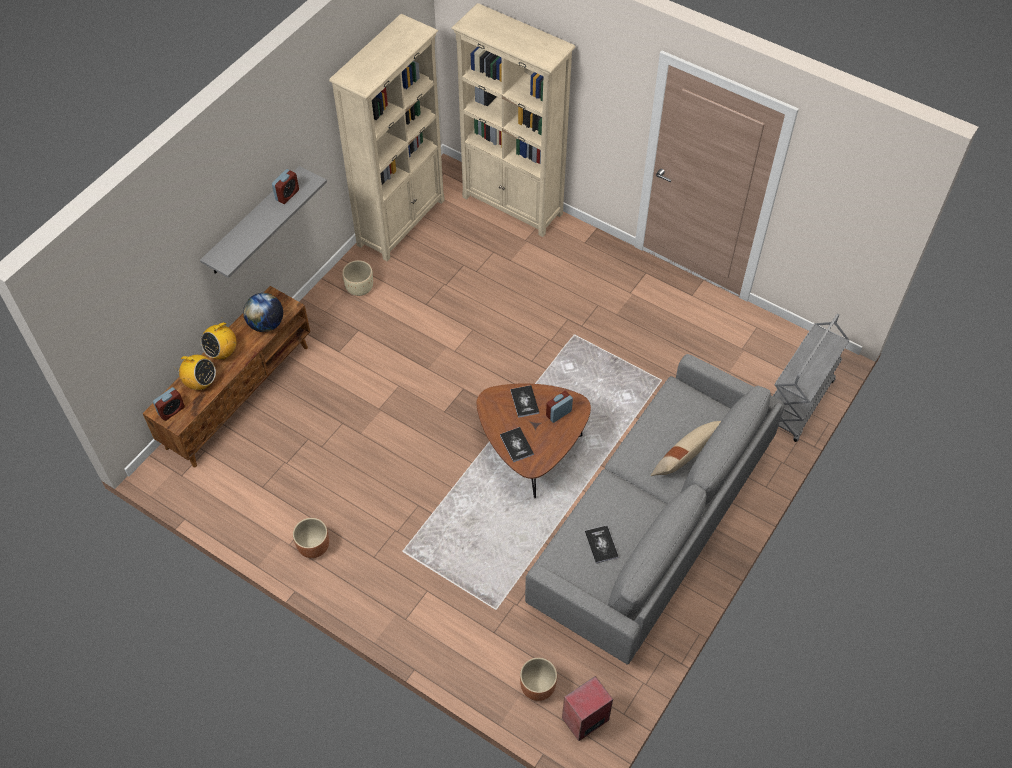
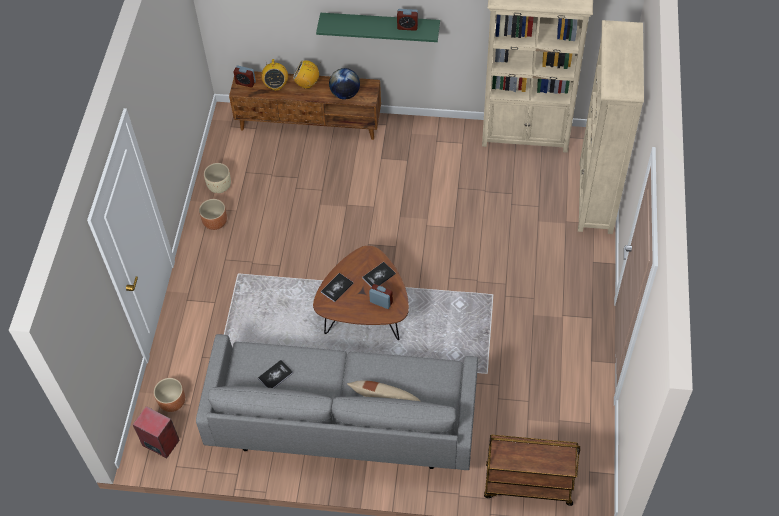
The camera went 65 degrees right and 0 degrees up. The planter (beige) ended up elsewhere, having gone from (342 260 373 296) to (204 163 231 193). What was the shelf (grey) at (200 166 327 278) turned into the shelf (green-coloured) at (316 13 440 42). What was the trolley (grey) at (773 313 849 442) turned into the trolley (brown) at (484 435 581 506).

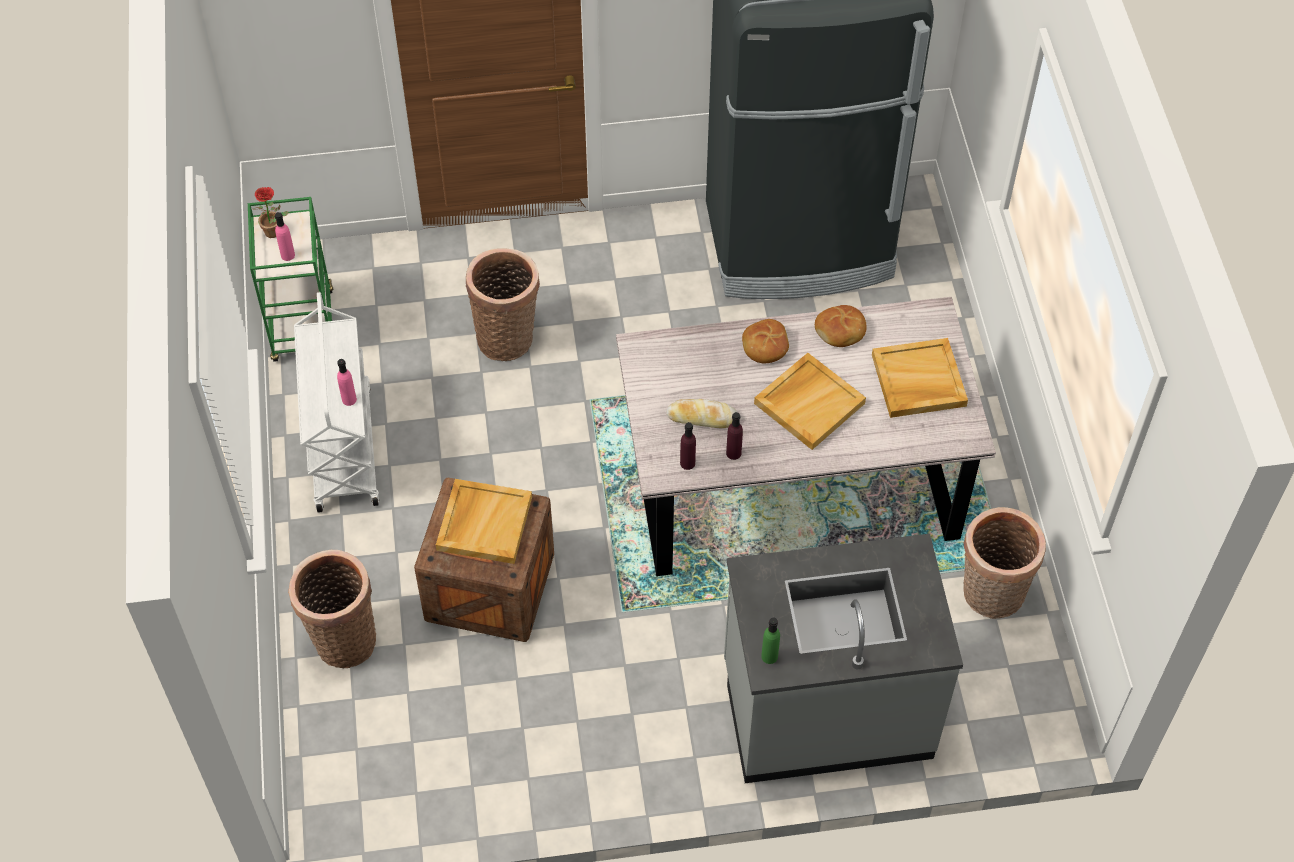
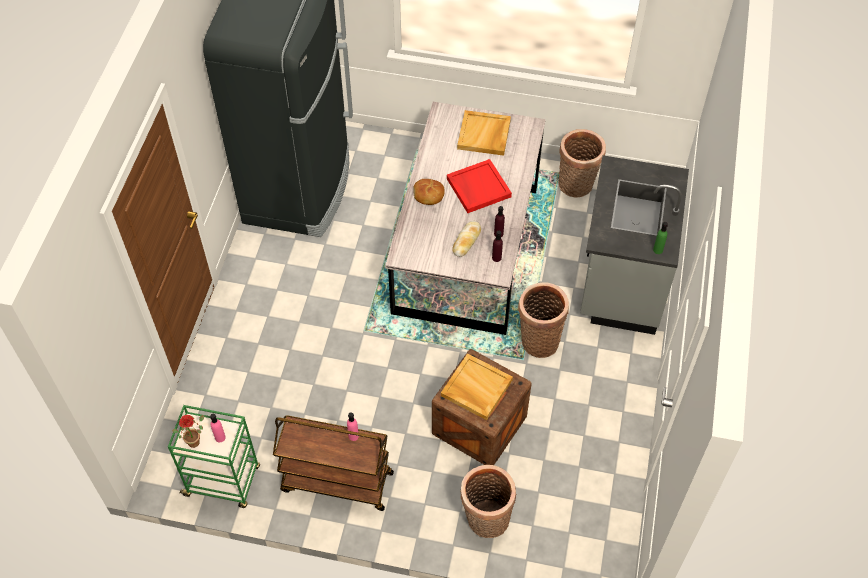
The camera went 70 degrees left and 0 degrees up. The second view lost the bakery bread at (815 305 867 347). The basket ended up elsewhere, having gone from (466 248 540 361) to (518 282 569 358). What was the trolley (white-coloured) at (294 292 379 513) turned into the trolley (brown) at (273 415 394 511). What was the serving tray (beige) at (754 353 866 450) turned into the serving tray (red) at (447 159 512 213).

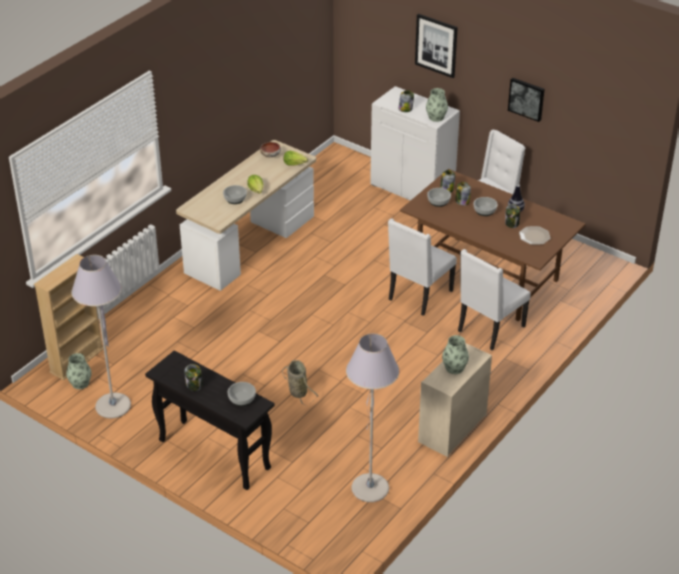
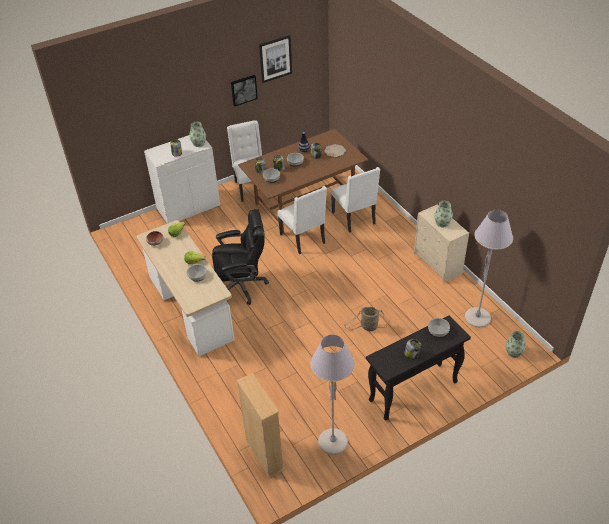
The camera went 65 degrees left and 5 degrees up. The second view gained the computer chair (black-coloured) at (212 209 269 305). The decorative vase ended up elsewhere, having gone from (66 353 91 389) to (506 331 526 358). The wall picture ended up elsewhere, having gone from (415 14 458 78) to (259 35 292 83).

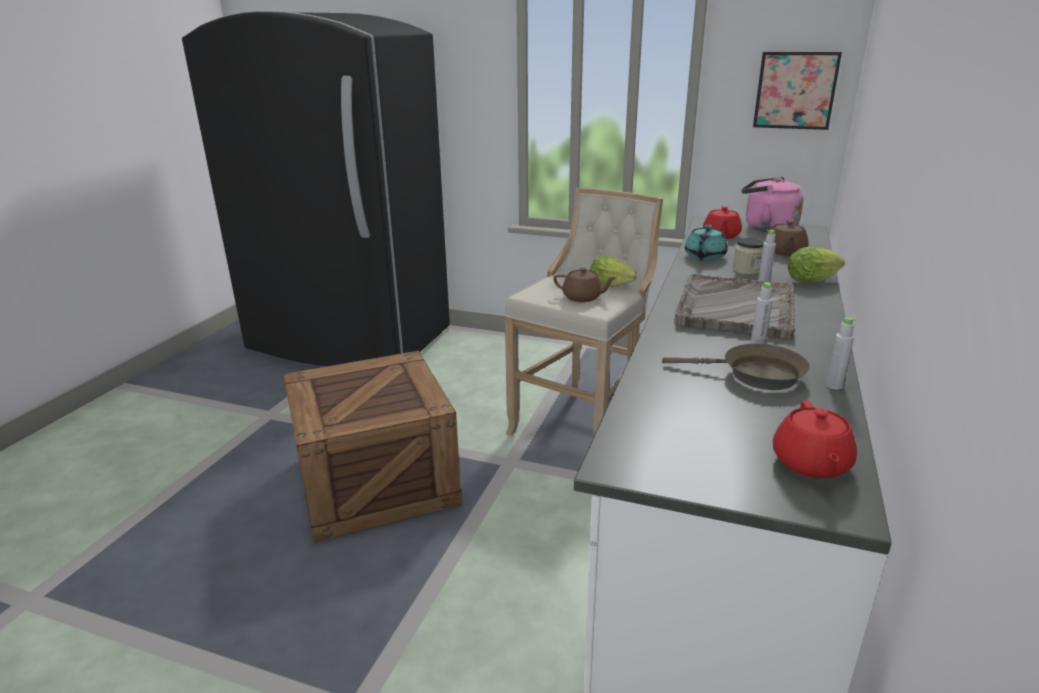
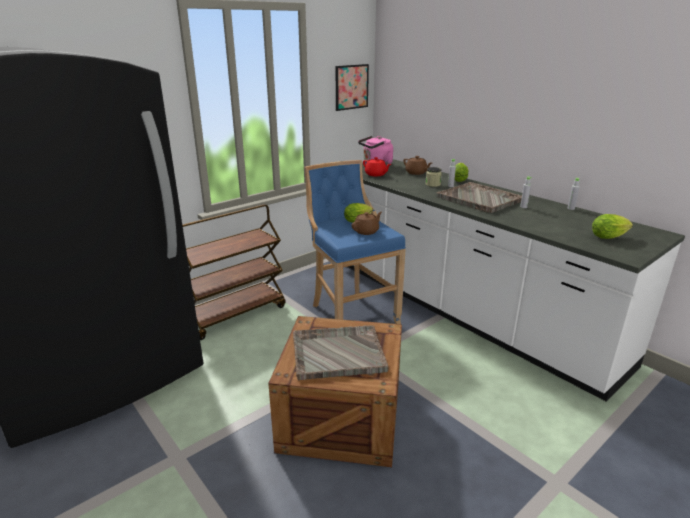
The camera went 60 degrees left and 0 degrees up. The second view lost the frying pan (brown) at (662 344 810 390). The second view lost the teapot (turquoise) at (685 225 728 261). The second view lost the teapot (red) at (773 400 857 479). The second view gained the trolley (brown) at (182 204 285 340). The second view gained the serving tray (grey) at (293 325 389 381). The second view gained the head of lettuce at (592 214 633 239). What was the stool (beige) at (505 188 663 437) turned into the stool (blue) at (304 160 406 324).

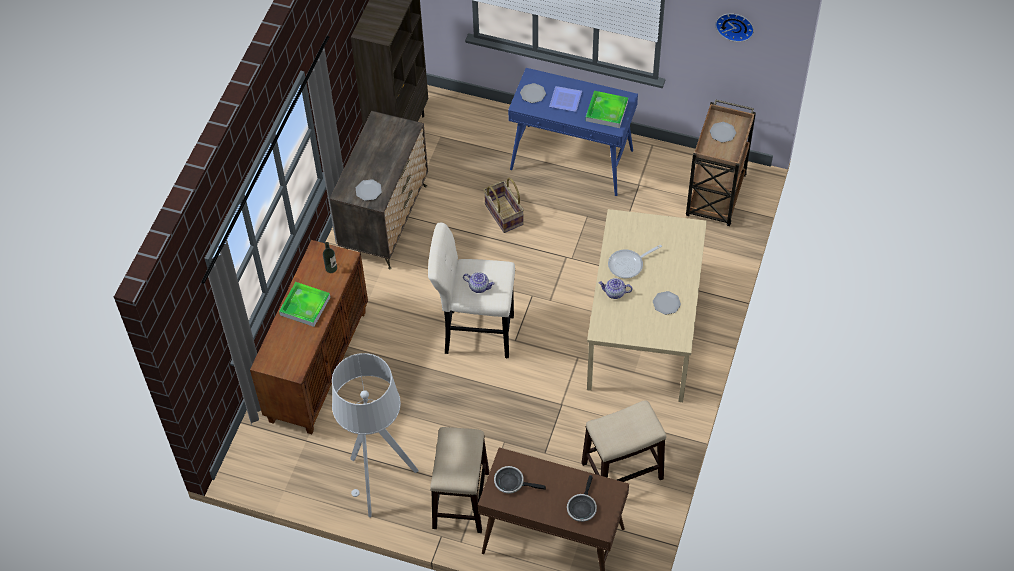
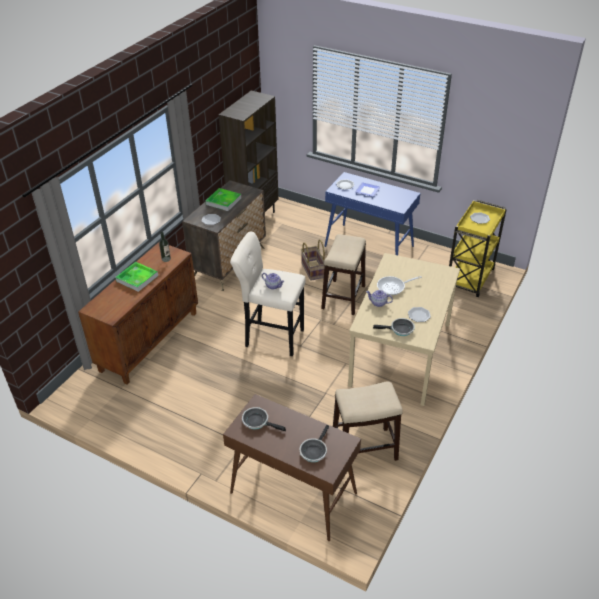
The camera went 10 degrees right and 15 degrees down. The second view lost the floor lamp (grey) at (332 353 419 517). The second view lost the hanging clock at (715 13 754 42). The second view gained the frying pan at (373 318 415 336). The stool ended up elsewhere, having gone from (430 427 489 533) to (321 234 366 315). The serving tray ended up elsewhere, having gone from (586 91 628 128) to (205 188 241 211). What was the trolley (brown) at (686 99 756 226) turned into the trolley (yellow) at (449 200 507 297).

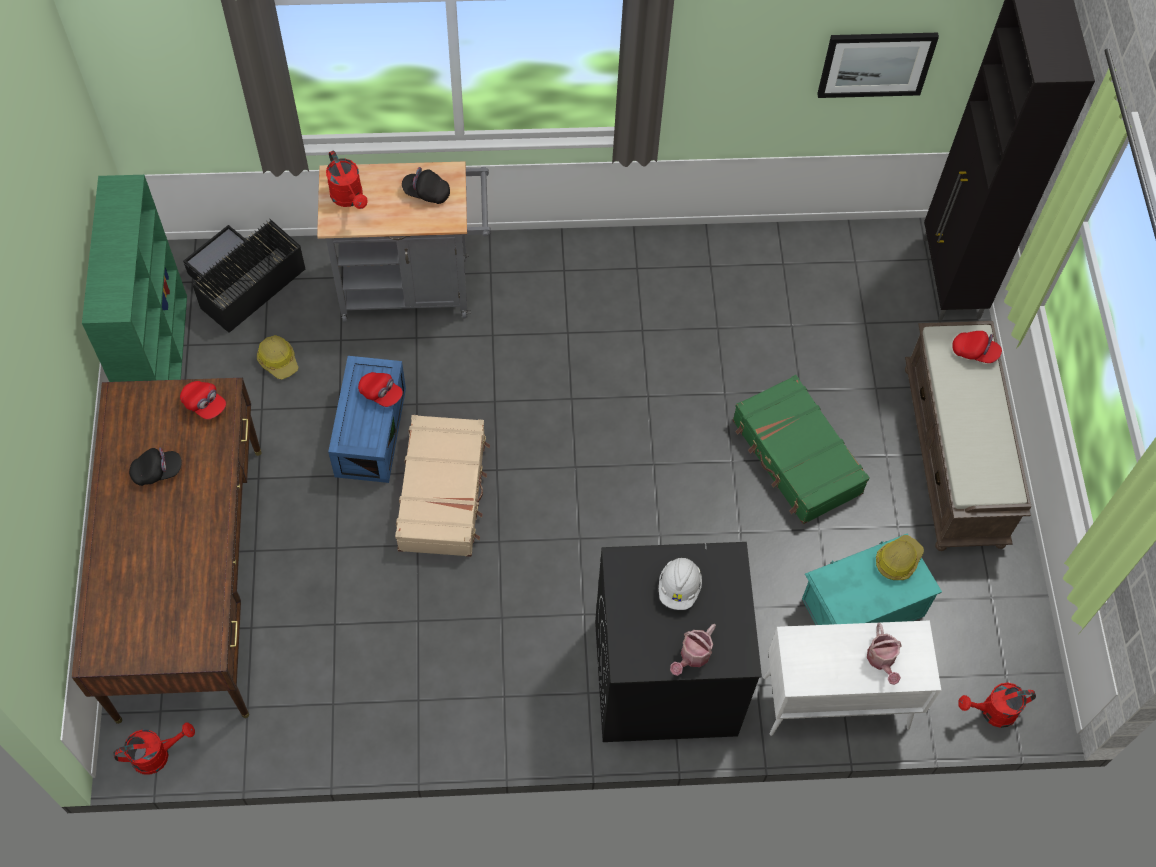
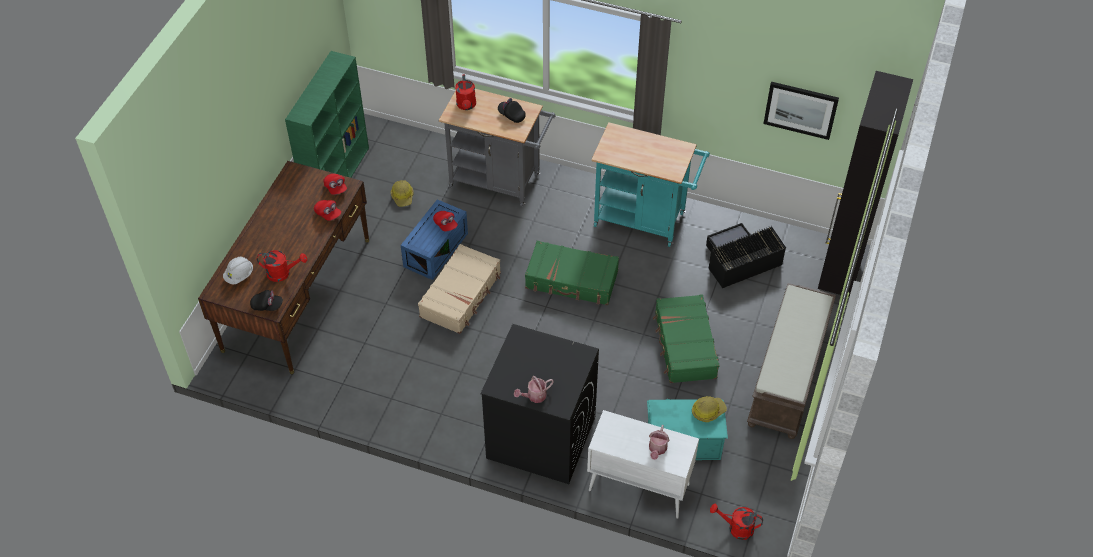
The camera went 25 degrees right and 10 degrees down. The second view gained the piece of luggage (green-coloured) at (525 241 619 305). The second view gained the trolley (turquoise) at (591 122 710 247). The watering pot (red) ended up elsewhere, having gone from (114 722 195 775) to (257 250 307 282). The cap (black-coloured) ended up elsewhere, having gone from (129 447 182 486) to (250 290 283 311). The storage container (black-coloured) ended up elsewhere, having gone from (183 218 305 333) to (706 223 786 288). The work helmet (white-coloured) ended up elsewhere, having gone from (659 558 702 610) to (223 256 253 284). The cap (red) ended up elsewhere, having gone from (952 331 1002 363) to (314 200 341 221).

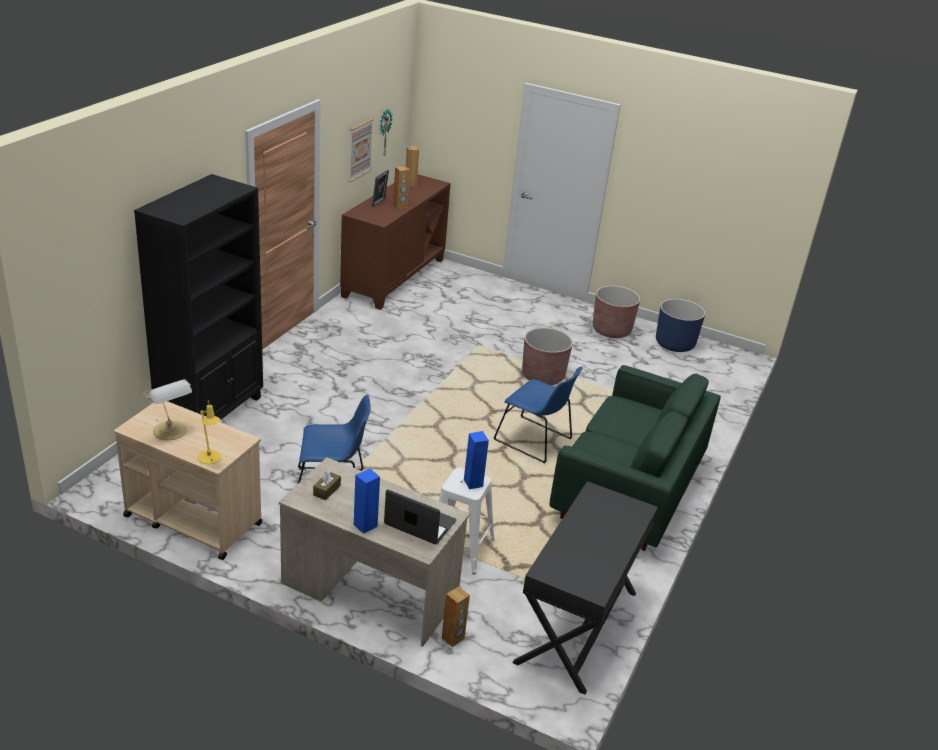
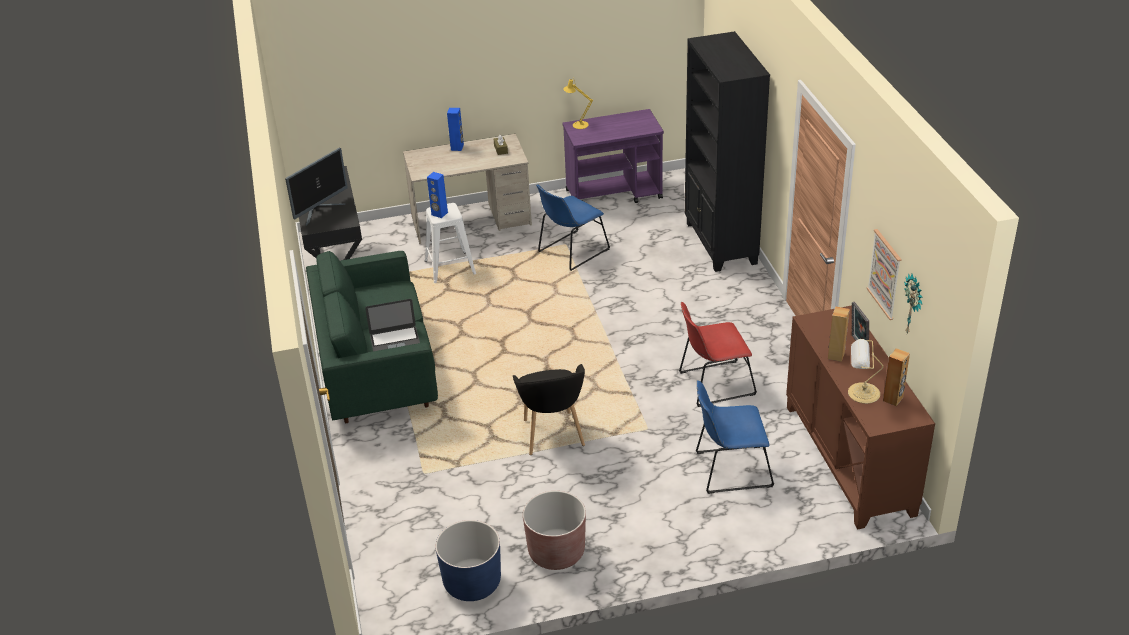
The camera went 145 degrees right and 5 degrees up. The second view lost the loudspeaker (brown) at (442 586 470 647). The second view gained the computer display at (285 147 348 225). The second view gained the upright chair (red) at (679 302 757 407). The table lamp ended up elsewhere, having gone from (143 379 192 440) to (848 339 883 404). The laptop ended up elsewhere, having gone from (384 489 456 544) to (365 299 420 351). The upright chair (blue) ended up elsewhere, having gone from (494 366 583 463) to (696 380 774 494). Where the planter (brown) stood at (522 327 573 385), the lounge chair (black-coloured) came to stand at (513 364 585 455). What was the trolley (beige) at (114 401 262 560) turned into the trolley (purplish) at (563 109 664 203).

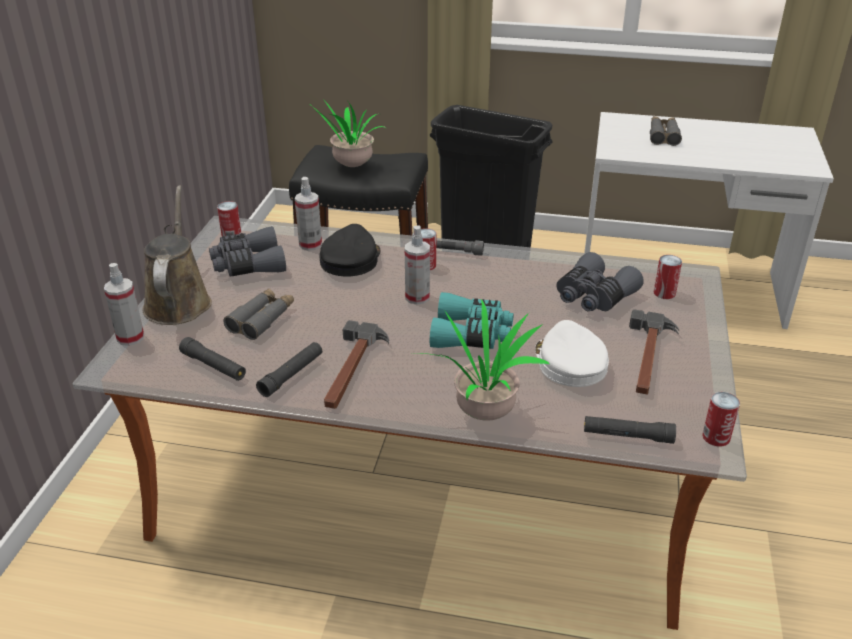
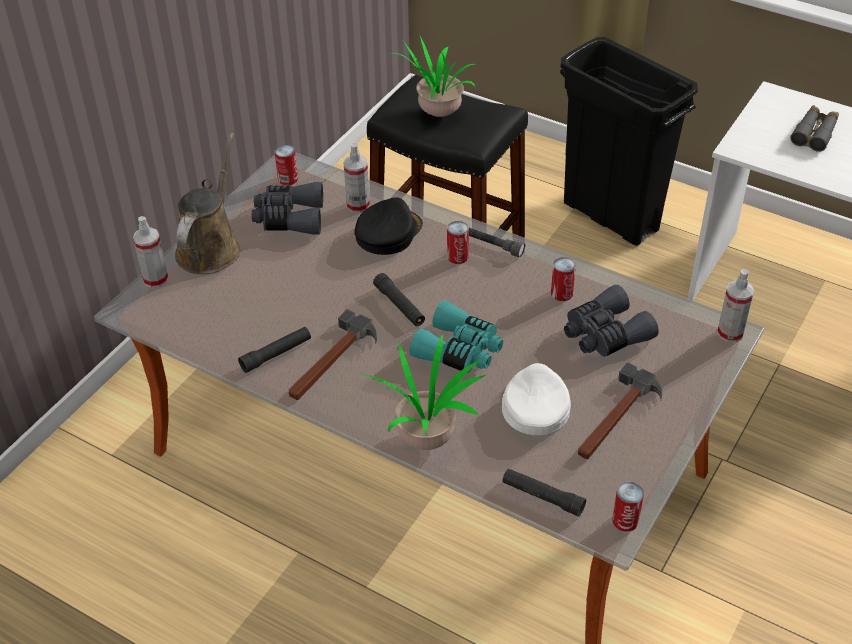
The camera went 20 degrees right and 10 degrees up. The second view lost the field glasses (grey) at (224 288 294 340). The flashlight (black-coloured) ended up elsewhere, having gone from (179 337 246 381) to (373 273 425 326). The hand sprayer ended up elsewhere, having gone from (405 225 430 304) to (717 269 755 343). The can ended up elsewhere, having gone from (654 255 682 299) to (551 257 576 301).

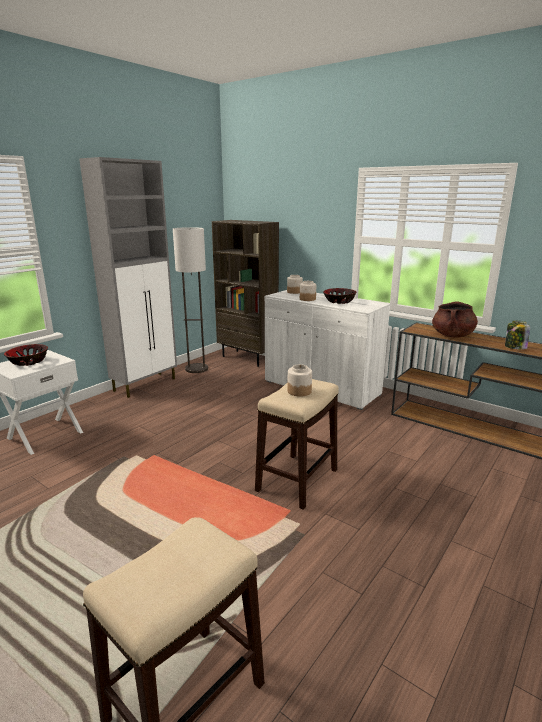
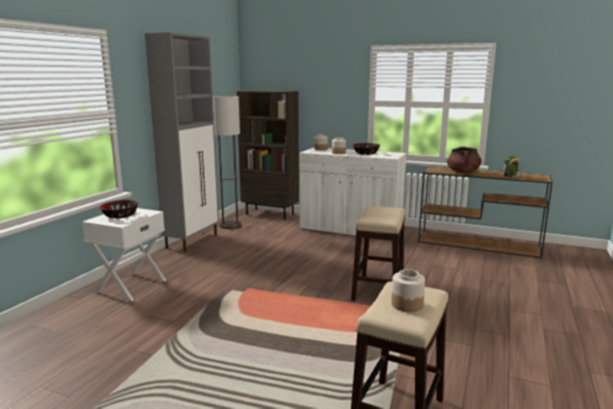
The camera went 15 degrees left and 5 degrees down. The preserve jar ended up elsewhere, having gone from (287 364 312 397) to (391 269 425 312).

